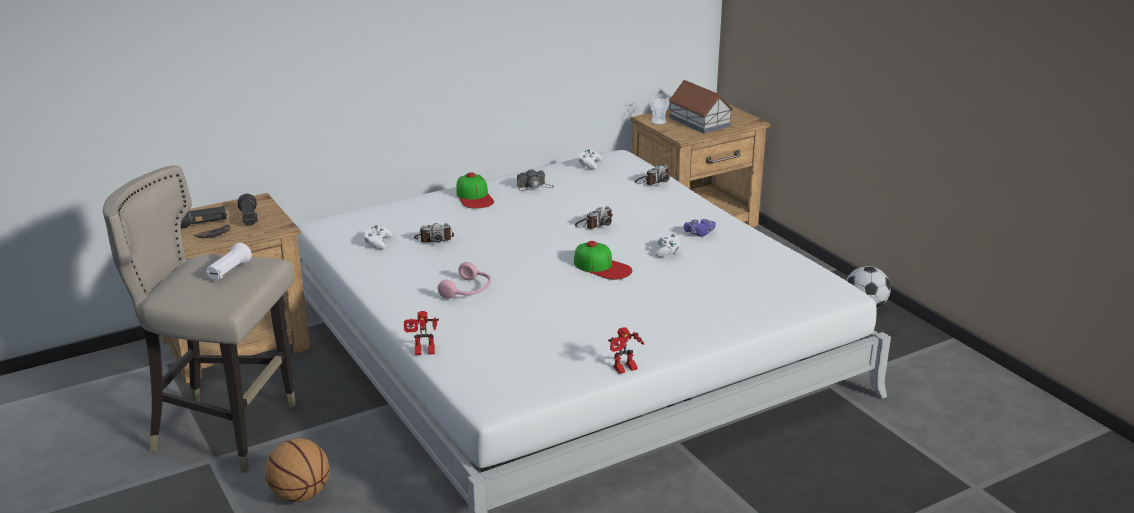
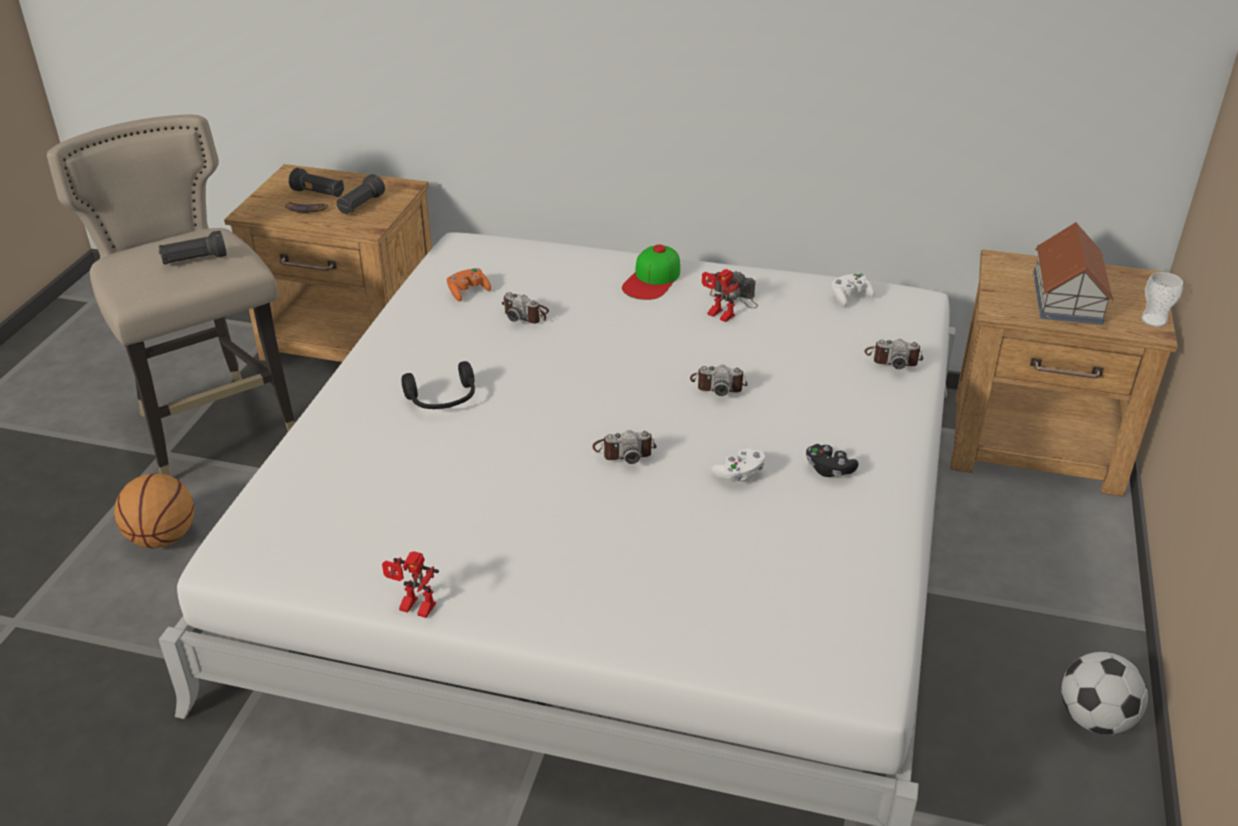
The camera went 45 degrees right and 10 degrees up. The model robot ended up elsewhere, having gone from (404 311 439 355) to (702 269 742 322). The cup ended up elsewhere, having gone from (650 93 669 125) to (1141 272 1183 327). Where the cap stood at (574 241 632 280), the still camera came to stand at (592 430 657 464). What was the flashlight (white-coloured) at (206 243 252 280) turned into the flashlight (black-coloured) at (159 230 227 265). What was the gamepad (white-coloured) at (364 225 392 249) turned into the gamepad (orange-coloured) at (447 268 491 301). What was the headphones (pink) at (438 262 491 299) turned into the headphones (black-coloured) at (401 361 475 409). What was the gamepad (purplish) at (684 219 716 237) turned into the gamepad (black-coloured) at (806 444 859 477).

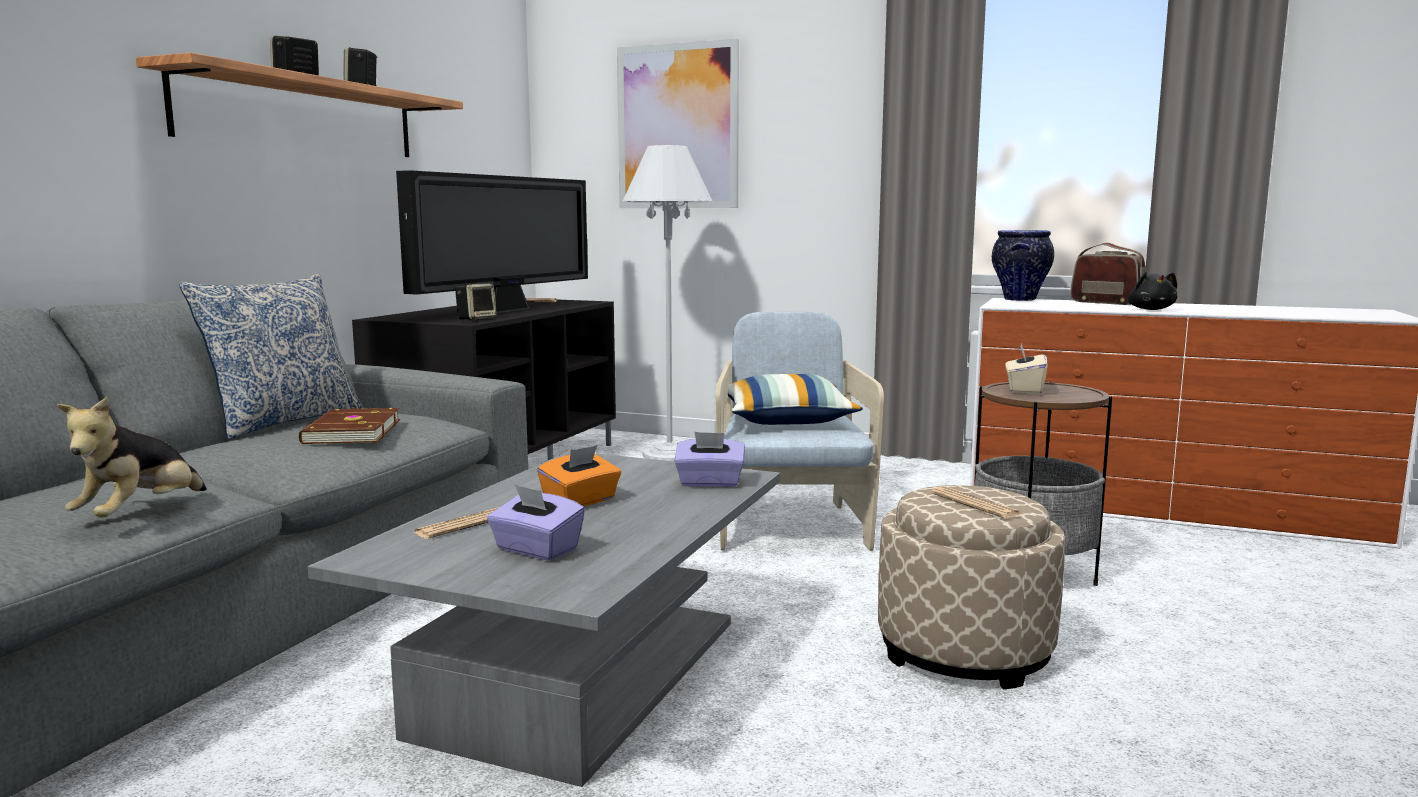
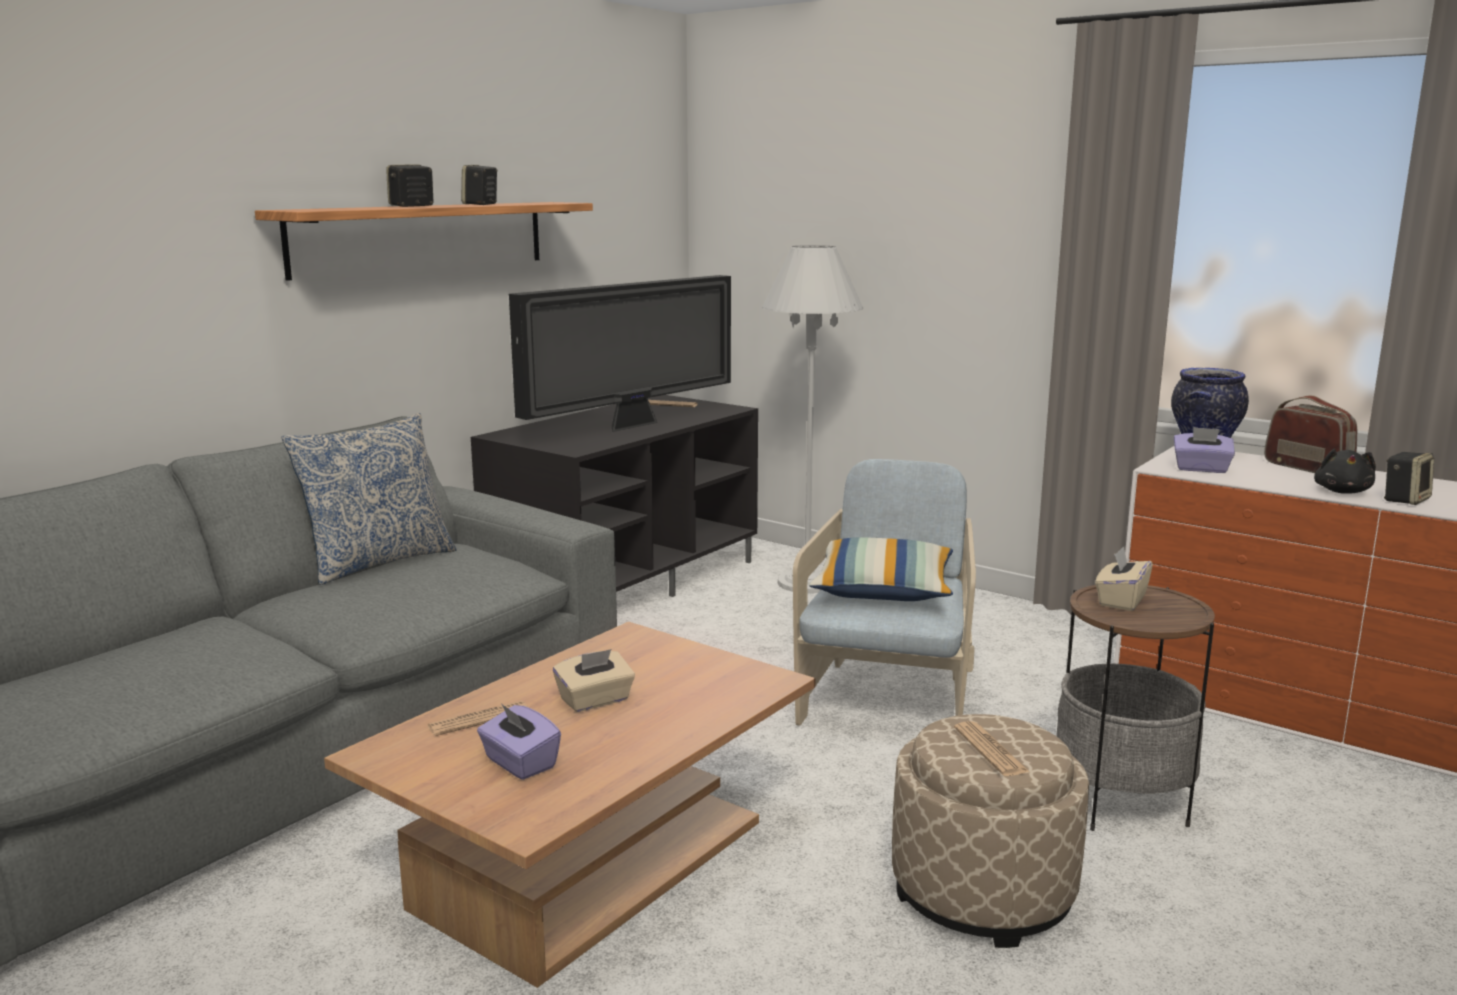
The camera went 15 degrees right and 5 degrees up. The second view lost the soft toy at (57 397 206 517). The second view lost the book (brown) at (299 408 400 444). The second view lost the wall picture at (617 39 739 208). The loudspeaker ended up elsewhere, having gone from (455 283 497 320) to (1384 452 1434 505). The tissue holder (purplish) ended up elsewhere, having gone from (674 432 745 487) to (1174 427 1235 473). What was the low table (grey) at (308 451 780 787) turned into the low table (brown) at (324 622 816 988). What was the tissue holder (orange-coloured) at (537 445 621 506) turned into the tissue holder (beige) at (553 649 635 712).

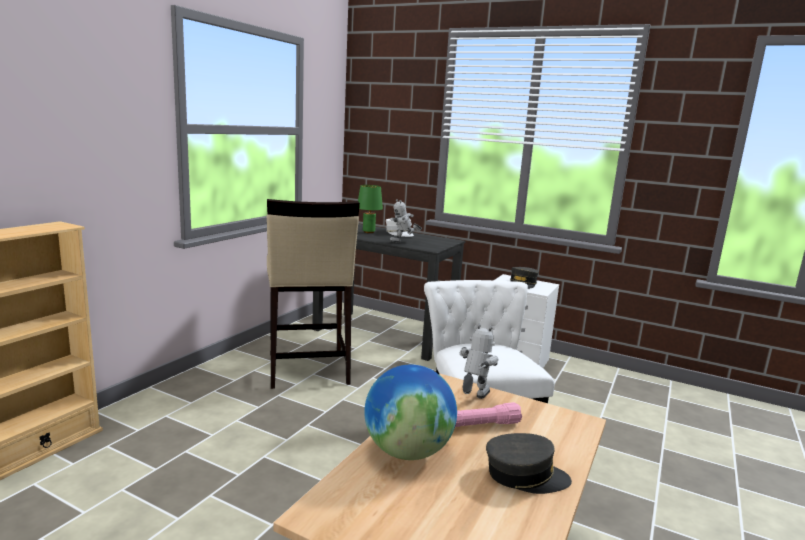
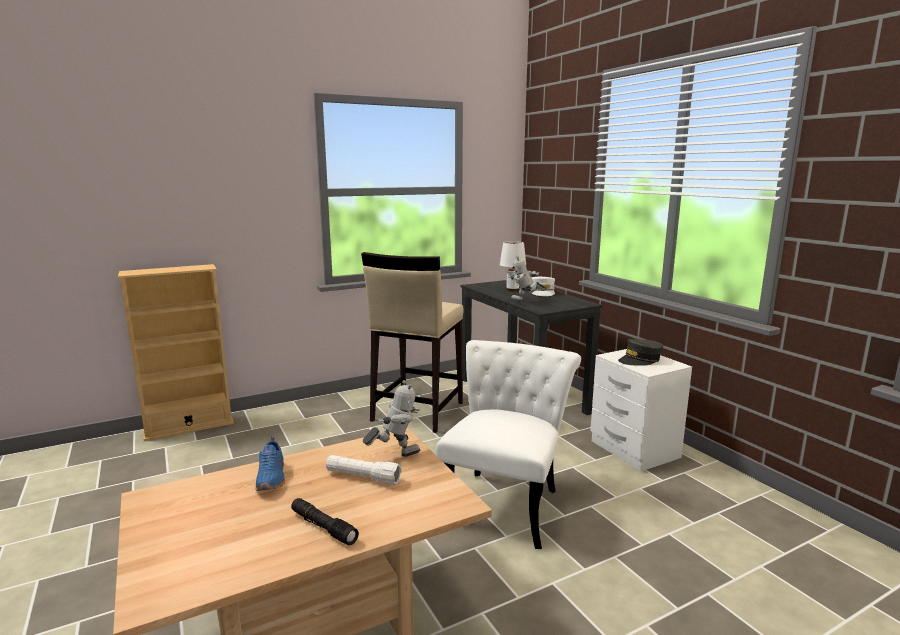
The camera went 35 degrees right and 0 degrees up. Where the desk globe stood at (364 364 457 460), the item of footwear (blue) came to stand at (255 436 285 491). Where the cap (grey) stood at (486 433 572 494), the flashlight (black-coloured) came to stand at (291 498 359 545). What was the table lamp (green-coloured) at (358 185 383 233) turned into the table lamp (white-coloured) at (500 241 526 290). What was the flashlight (pink) at (455 402 522 427) turned into the flashlight (white-coloured) at (326 455 402 485).

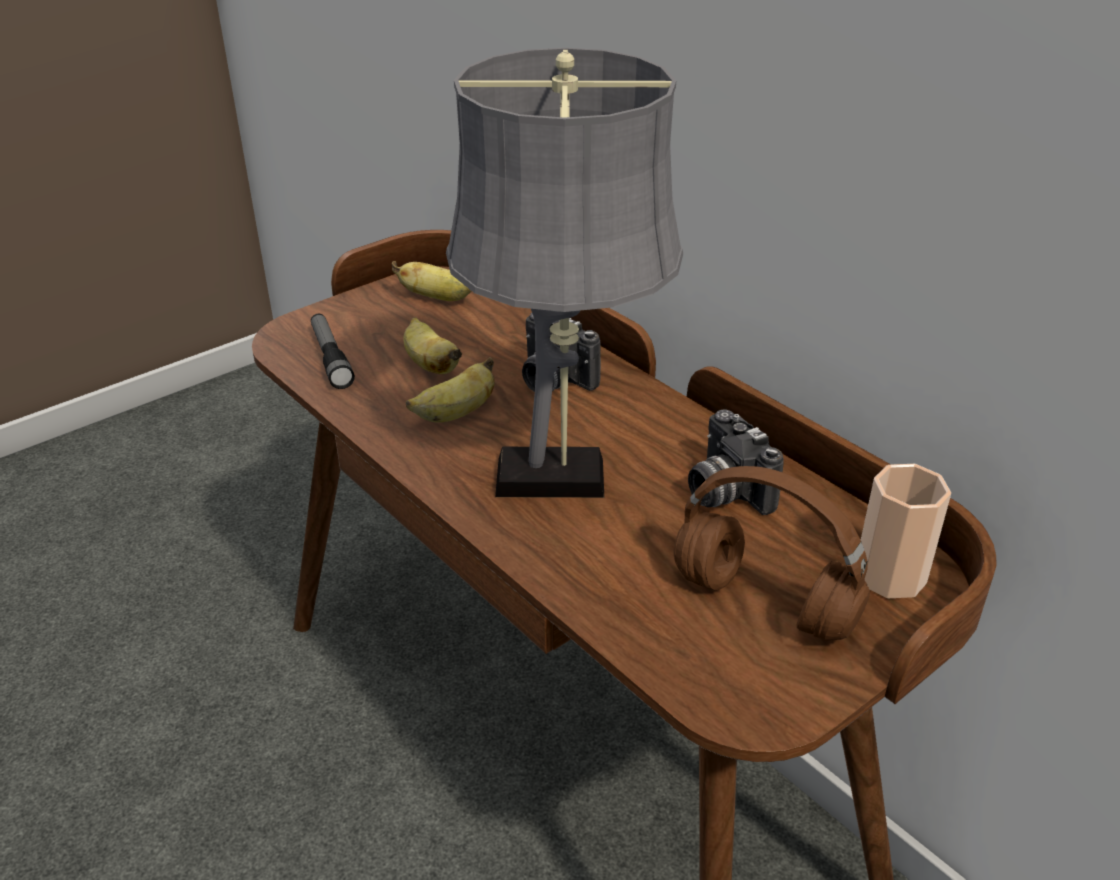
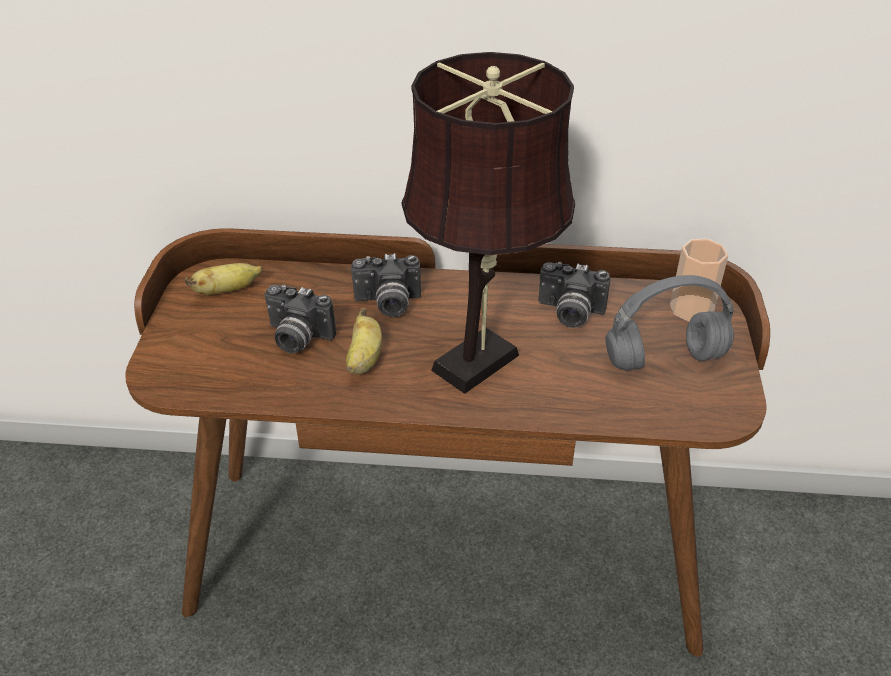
The camera went 45 degrees left and 5 degrees up. The second view lost the flashlight at (311 314 355 389). Where the banana stood at (403 317 462 374), the still camera came to stand at (265 285 336 354). What was the table lamp (grey) at (446 47 683 498) turned into the table lamp (brown) at (401 52 575 394). What was the headphones (brown) at (674 466 870 641) turned into the headphones (grey) at (605 275 734 371).

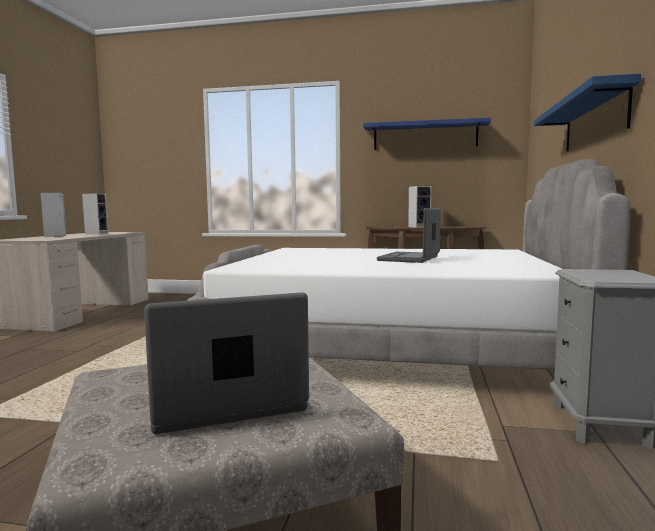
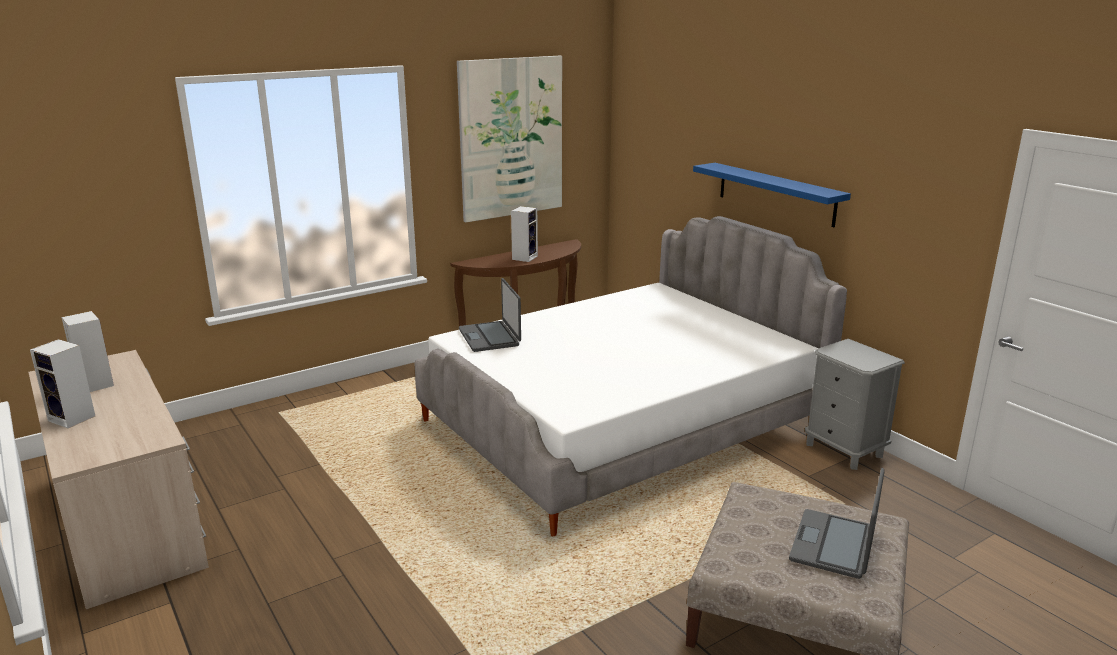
The camera went 45 degrees left and 15 degrees up. The laptop ended up elsewhere, having gone from (377 208 441 263) to (459 278 521 352). Where the shelf (blue) hung at (363 117 491 150), the wall picture came to hang at (457 56 562 222).

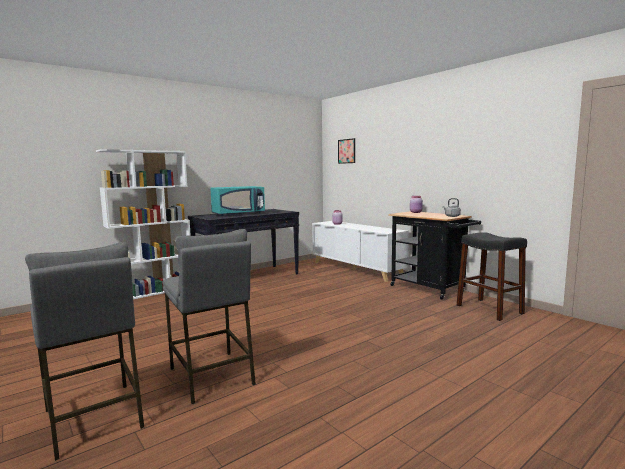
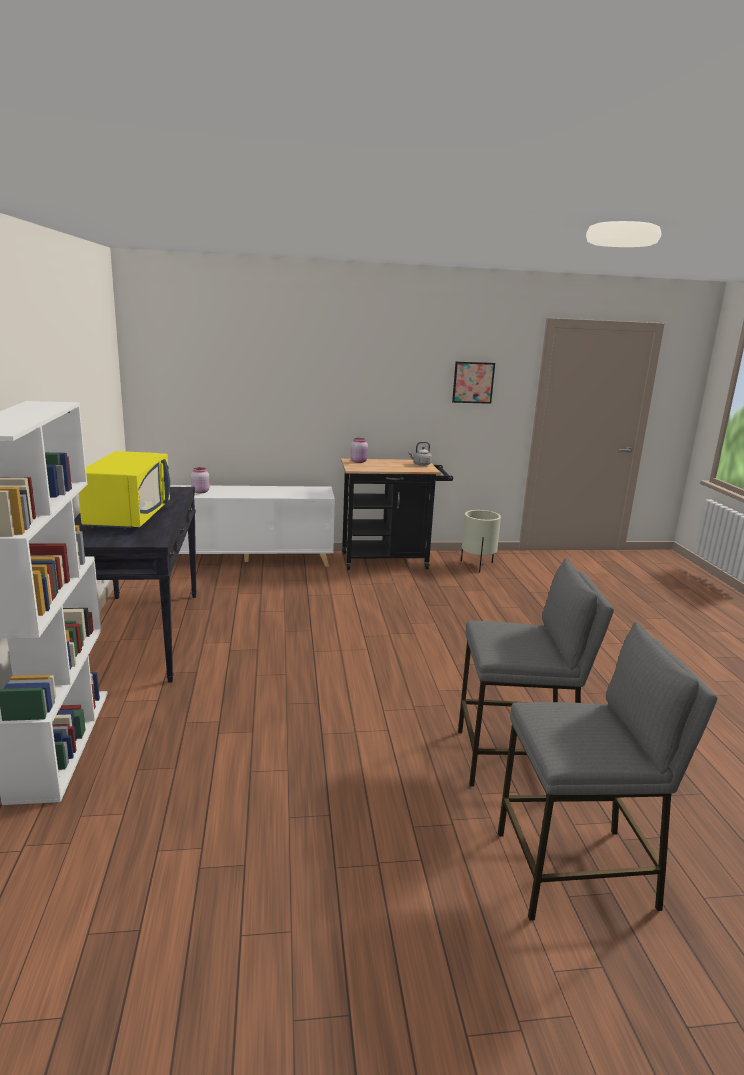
The camera went 60 degrees left and 10 degrees up. The wall picture ended up elsewhere, having gone from (338 138 355 164) to (452 362 495 404). Where the stool (black-coloured) stood at (457 232 527 321), the planter (beige) came to stand at (461 510 501 572). What was the kitchen microwave (turquoise) at (210 186 265 216) turned into the kitchen microwave (yellow) at (78 451 170 530).

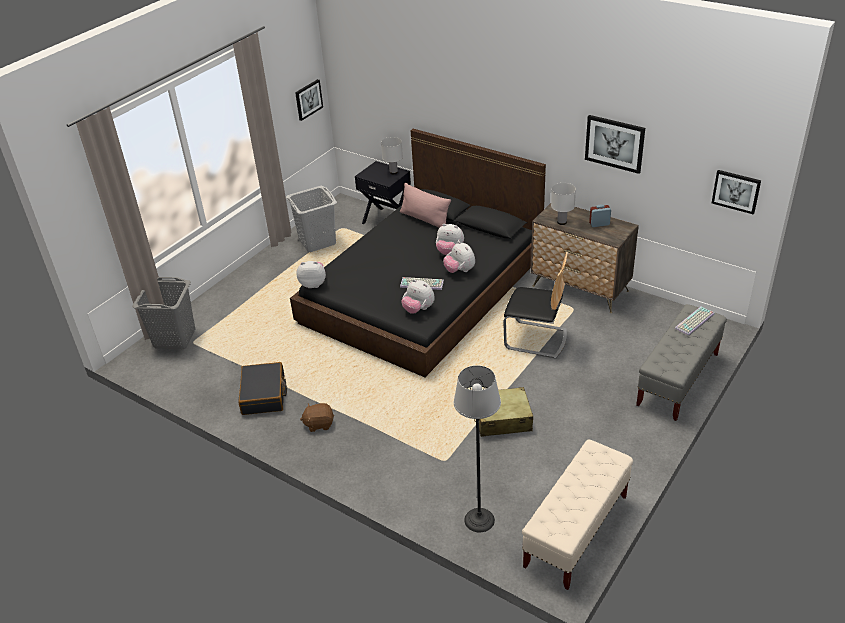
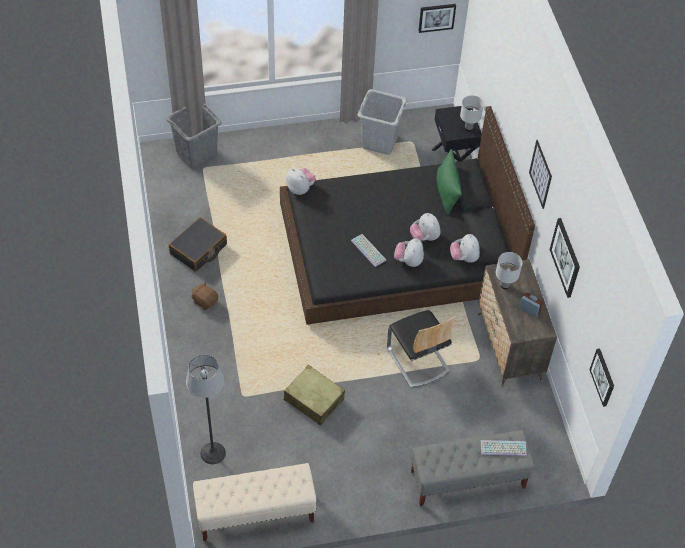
The camera went 40 degrees right and 15 degrees up. The second view gained the wall picture at (529 140 552 209). The soft toy ended up elsewhere, having gone from (401 279 435 314) to (450 234 480 263). What was the throw pillow (pink) at (400 183 451 228) turned into the throw pillow (green-coloured) at (437 149 462 215).

